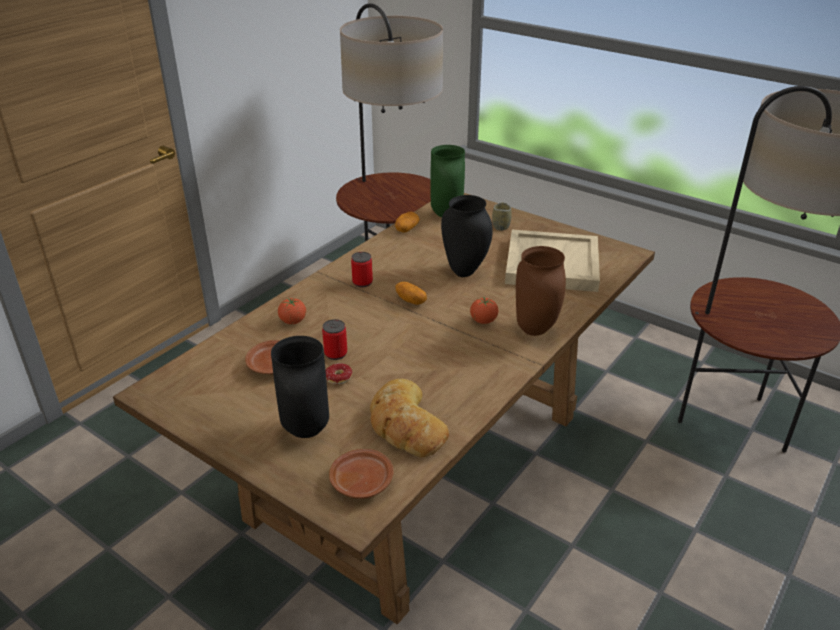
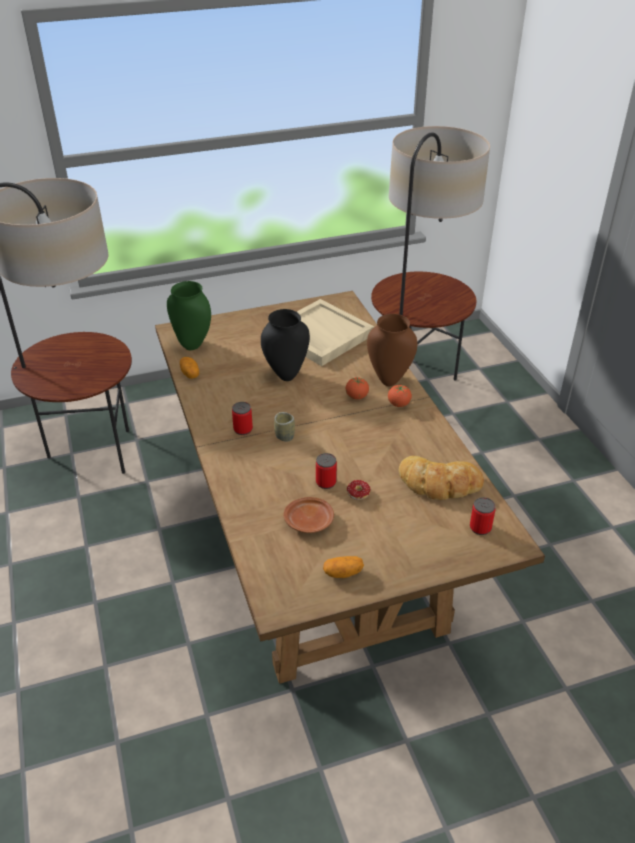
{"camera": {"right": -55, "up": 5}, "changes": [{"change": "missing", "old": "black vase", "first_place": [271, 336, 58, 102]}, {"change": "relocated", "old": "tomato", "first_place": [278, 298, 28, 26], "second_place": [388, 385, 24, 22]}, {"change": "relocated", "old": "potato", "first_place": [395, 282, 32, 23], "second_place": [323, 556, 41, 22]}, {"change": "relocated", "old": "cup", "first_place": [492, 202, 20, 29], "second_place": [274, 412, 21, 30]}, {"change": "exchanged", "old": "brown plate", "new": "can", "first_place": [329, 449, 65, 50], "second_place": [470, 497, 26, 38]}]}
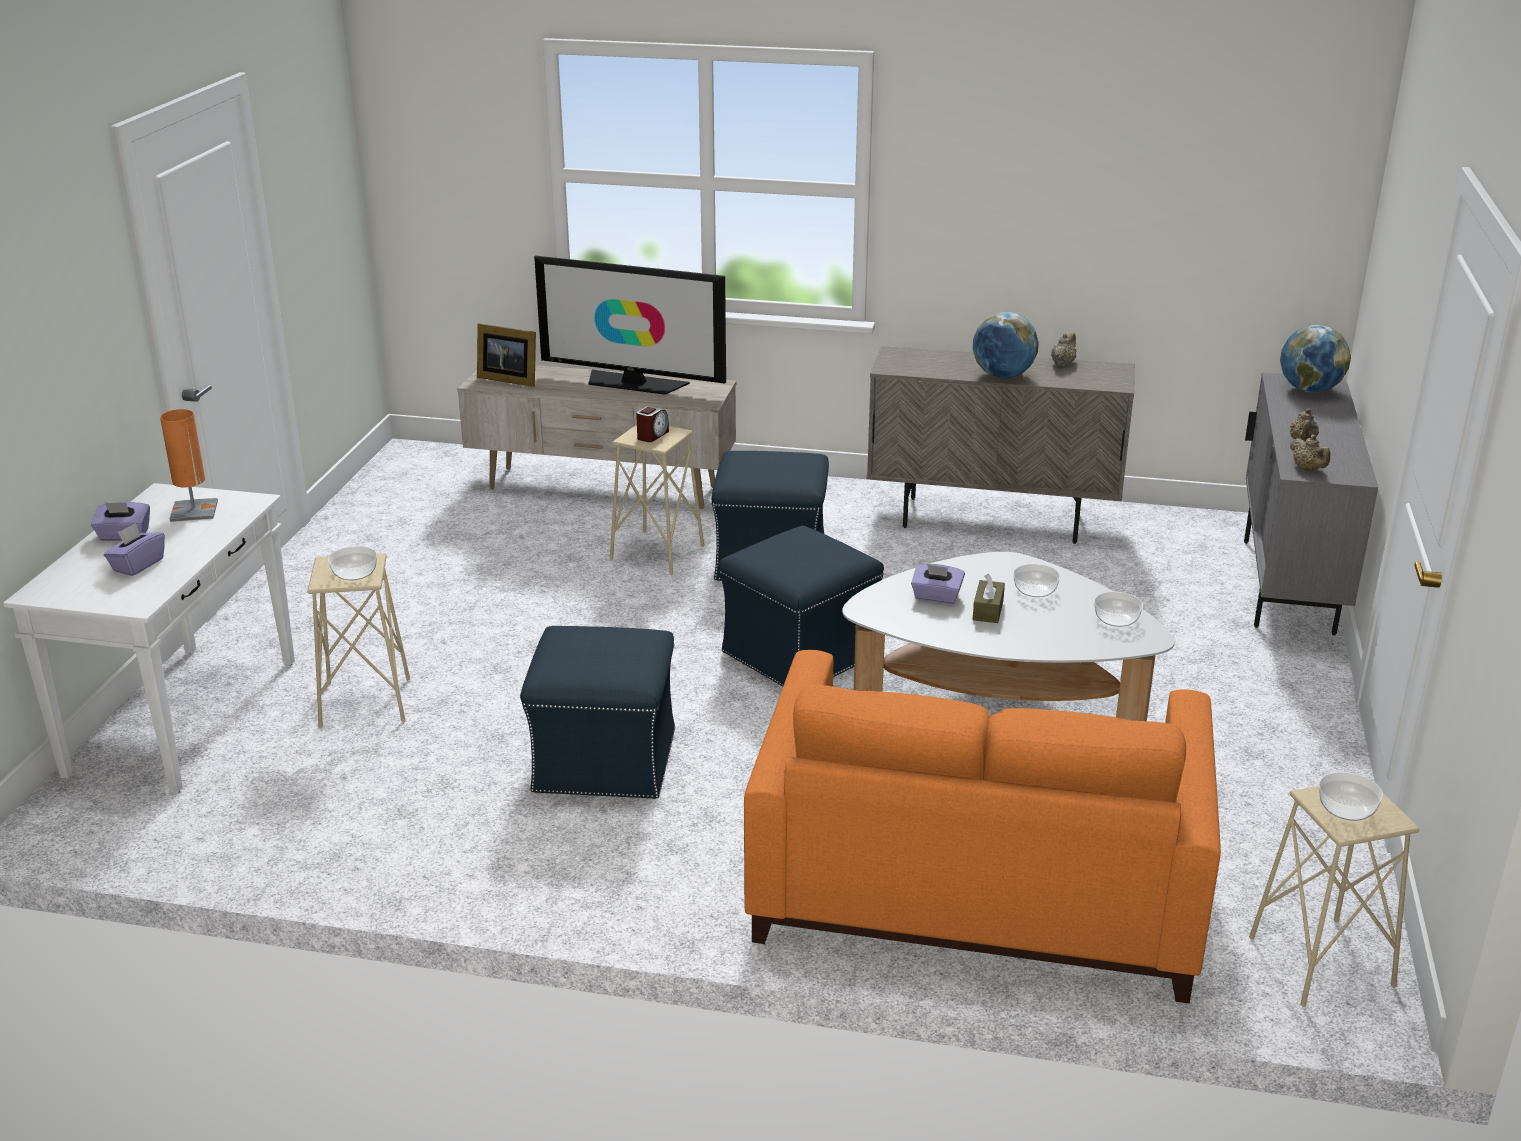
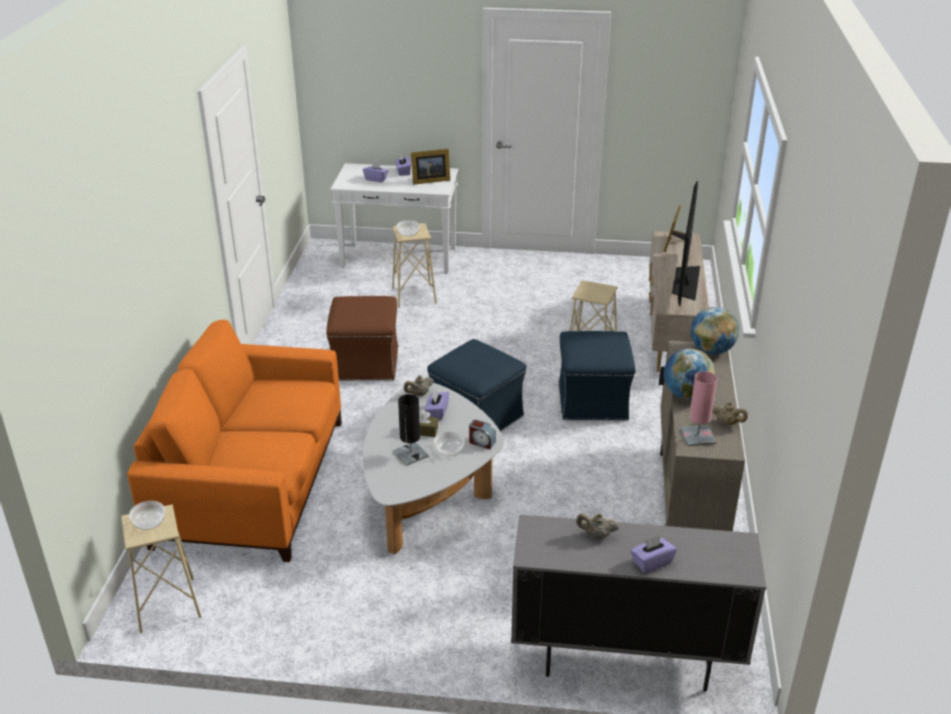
{"camera": {"right": 85, "up": 5}, "changes": [{"change": "missing", "old": "bowl", "first_place": [1094, 592, 49, 35]}, {"change": "appeared", "new": "black table lamp", "second_place": [393, 394, 36, 72]}, {"change": "appeared", "new": "purple tissue box", "second_place": [631, 535, 46, 38]}, {"change": "appeared", "new": "pink table lamp", "second_place": [680, 371, 37, 75]}, {"change": "relocated", "old": "alarm clock", "first_place": [636, 406, 33, 36], "second_place": [469, 420, 27, 29]}, {"change": "relocated", "old": "globe", "first_place": [1280, 325, 71, 68], "second_place": [690, 307, 49, 47]}, {"change": "relocated", "old": "beige teapot", "first_place": [1290, 434, 40, 37], "second_place": [404, 375, 30, 21]}, {"change": "exchanged", "old": "orange table lamp", "new": "picture frame", "first_place": [160, 409, 58, 113], "second_place": [411, 149, 39, 36]}, {"change": "colour", "old": "blue ottoman", "new": "brown ottoman", "first_place": [520, 626, 155, 173], "second_place": [326, 296, 72, 84]}]}
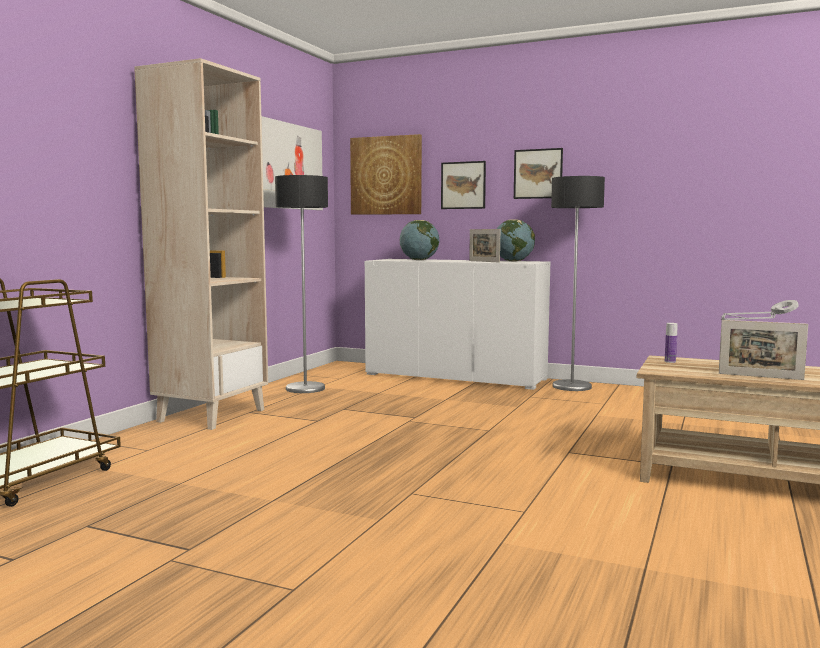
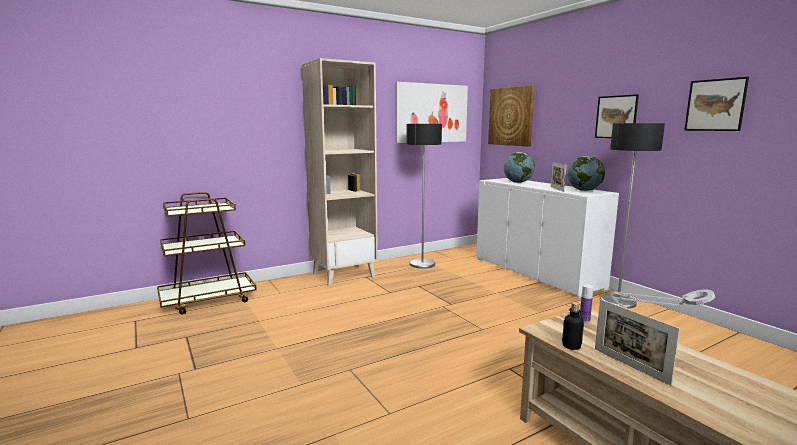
{"camera": {"right": 35, "up": 5}, "changes": [{"change": "appeared", "new": "bottle", "second_place": [562, 302, 22, 48]}, {"change": "relocated", "old": "picture", "first_place": [441, 161, 45, 48], "second_place": [684, 77, 65, 54]}]}
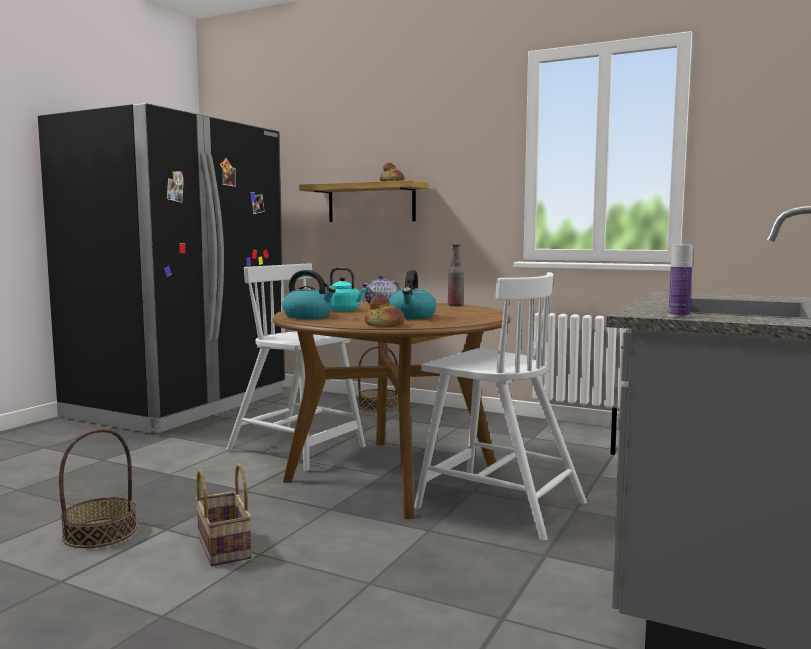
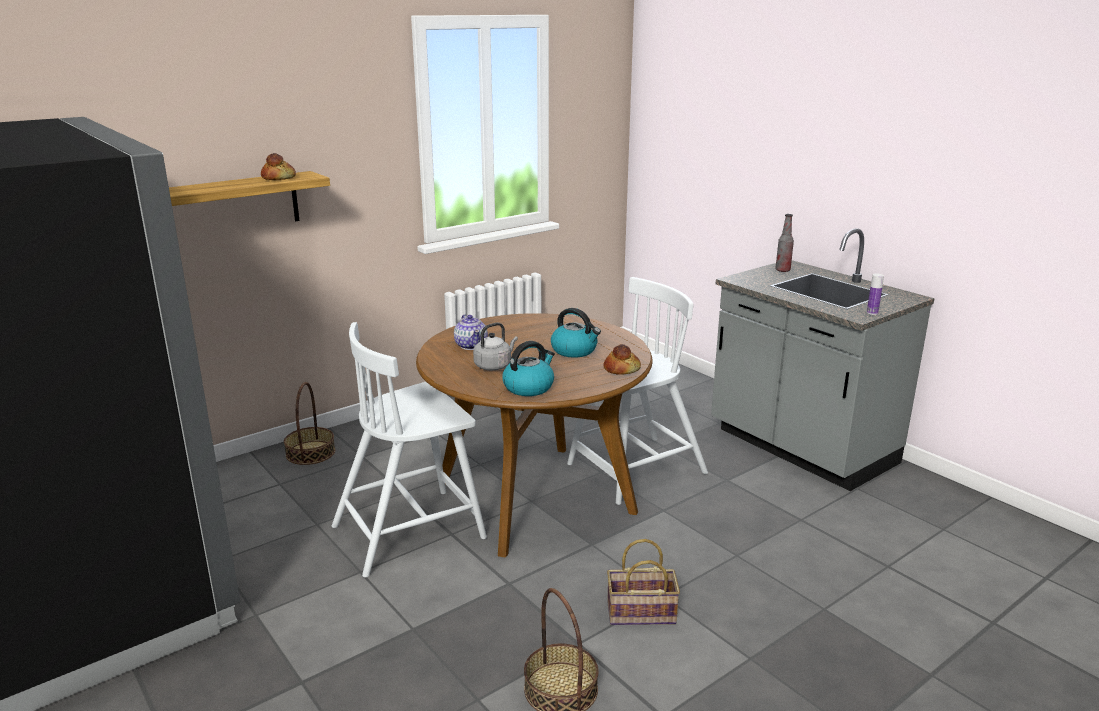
{"camera": {"right": -65, "up": 15}, "changes": [{"change": "relocated", "old": "bottle", "first_place": [448, 244, 16, 62], "second_place": [775, 214, 19, 58]}, {"change": "colour", "old": "turquoise kettle", "new": "grey kettle", "first_place": [330, 267, 37, 44], "second_place": [473, 322, 45, 48]}]}
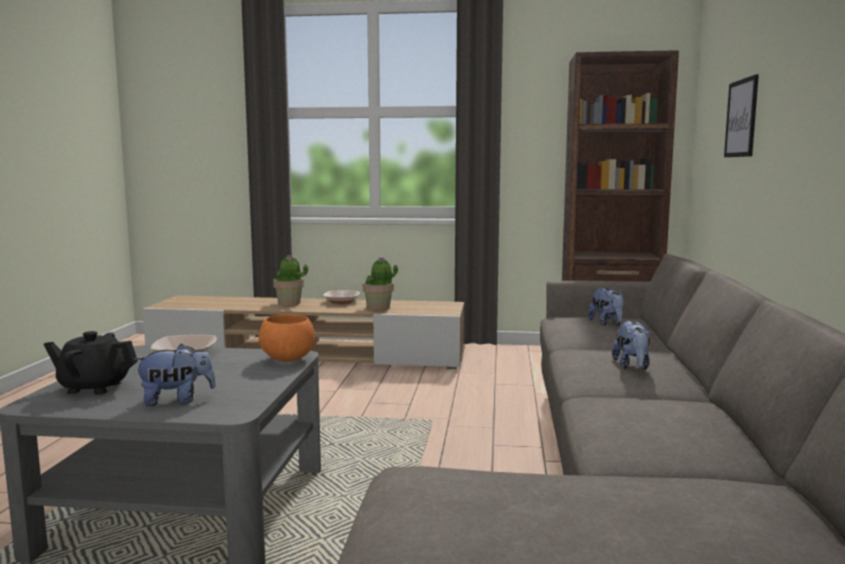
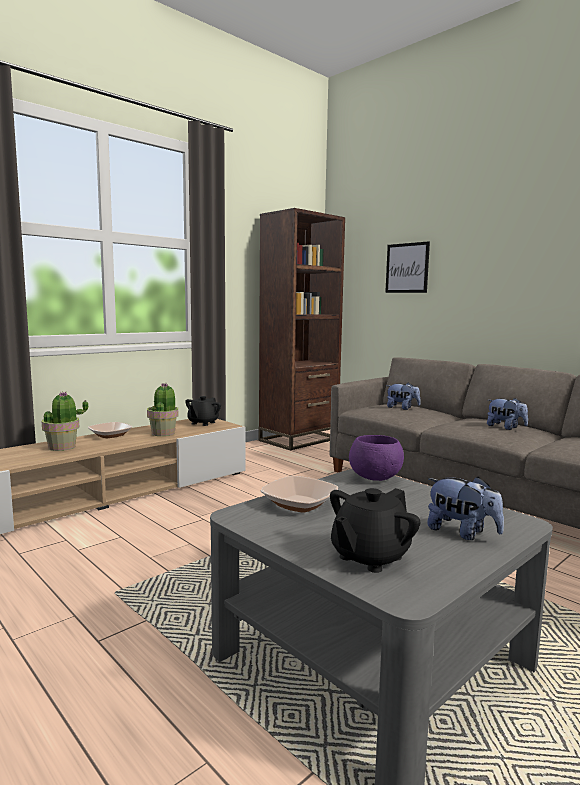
{"camera": {"right": -50, "up": 0}, "changes": [{"change": "appeared", "new": "black teapot", "second_place": [185, 396, 36, 30]}, {"change": "colour", "old": "orange bowl", "new": "purple bowl", "first_place": [259, 315, 56, 47], "second_place": [349, 435, 55, 46]}, {"change": "spun", "old": "plush toy", "first_place": [133, 344, 83, 62], "second_place": [427, 476, 77, 64], "degrees": 105}]}
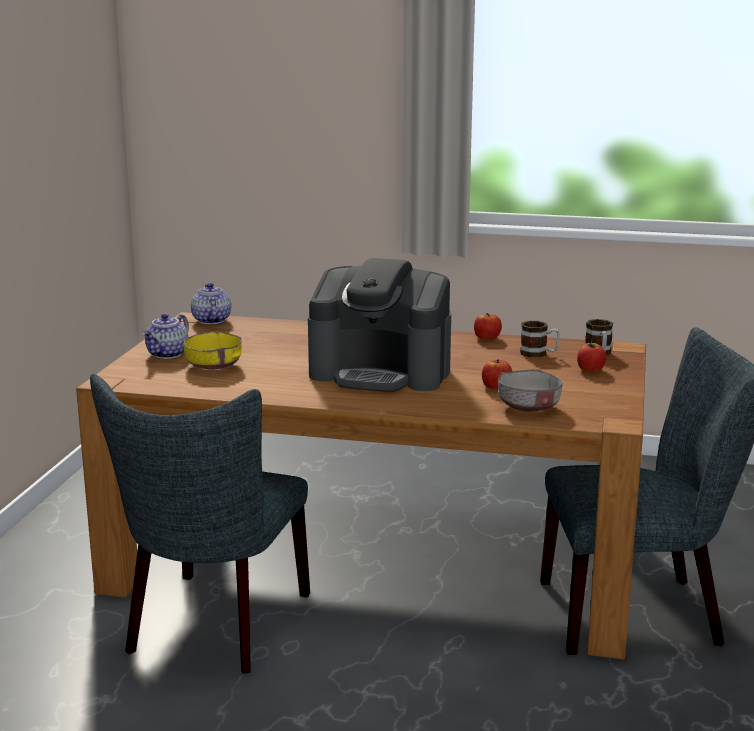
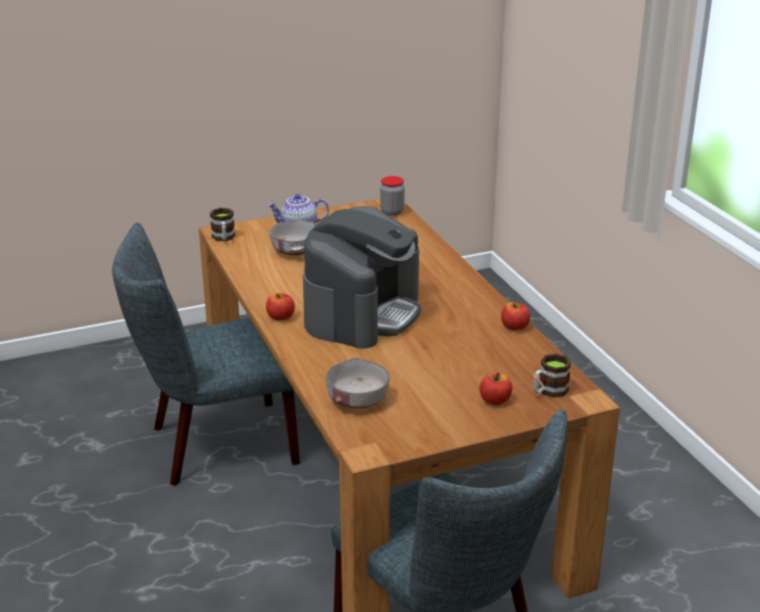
{"camera": {"right": 55, "up": 10}, "changes": [{"change": "relocated", "old": "apple", "first_place": [482, 359, 30, 31], "second_place": [266, 293, 29, 28]}, {"change": "relocated", "old": "mug", "first_place": [520, 321, 40, 36], "second_place": [210, 208, 25, 33]}, {"change": "exchanged", "old": "teapot", "new": "jar", "first_place": [191, 283, 40, 41], "second_place": [380, 176, 25, 40]}, {"change": "colour", "old": "yellow bowl", "new": "grey bowl", "first_place": [183, 332, 59, 38], "second_place": [270, 220, 46, 36]}, {"change": "spun", "old": "coffee machine", "first_place": [308, 258, 143, 134], "second_place": [303, 206, 118, 143], "degrees": -135}]}
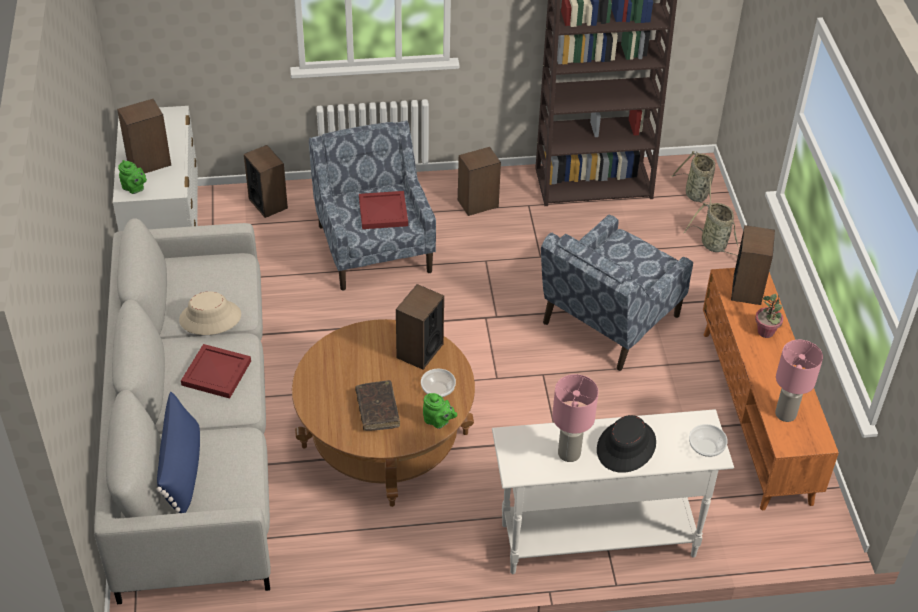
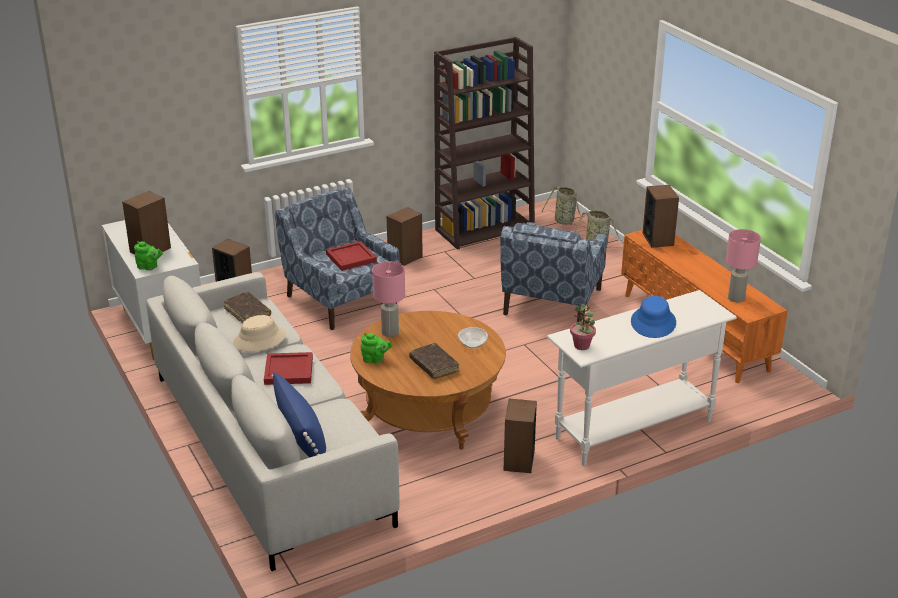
{"camera": {"right": -20, "up": -15}, "changes": [{"change": "missing", "old": "bowl", "first_place": [689, 424, 39, 33]}, {"change": "appeared", "new": "brown book", "second_place": [224, 292, 47, 31]}, {"change": "relocated", "old": "speaker", "first_place": [396, 284, 48, 86], "second_place": [503, 399, 34, 74]}, {"change": "relocated", "old": "green teapot", "first_place": [423, 393, 34, 36], "second_place": [360, 333, 32, 31]}, {"change": "relocated", "old": "pink table lamp", "first_place": [552, 374, 47, 88], "second_place": [372, 261, 33, 76]}, {"change": "relocated", "old": "potted plant", "first_place": [755, 294, 28, 44], "second_place": [570, 304, 26, 46]}, {"change": "colour", "old": "black hat", "new": "blue hat", "first_place": [597, 415, 59, 58], "second_place": [631, 296, 45, 42]}]}
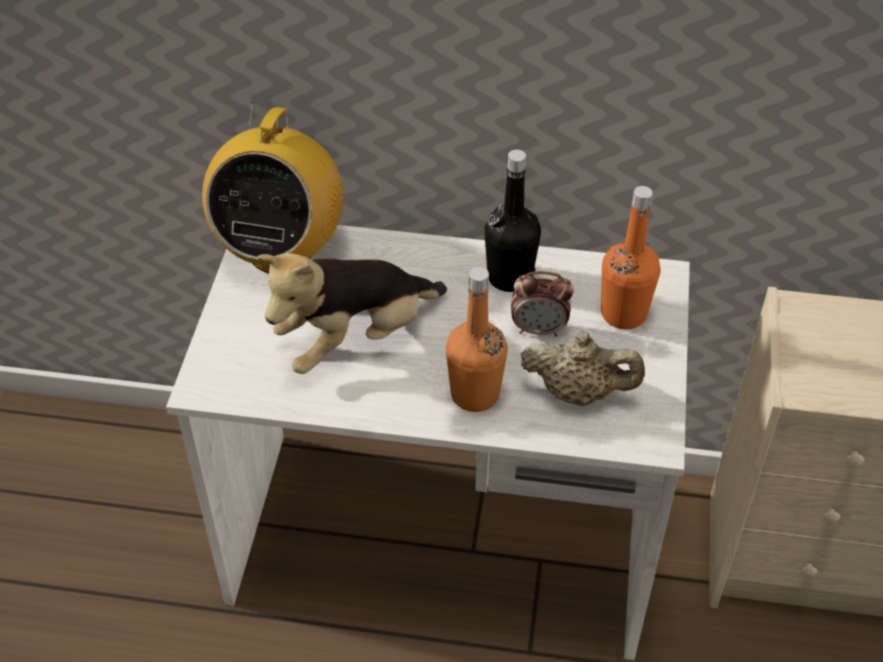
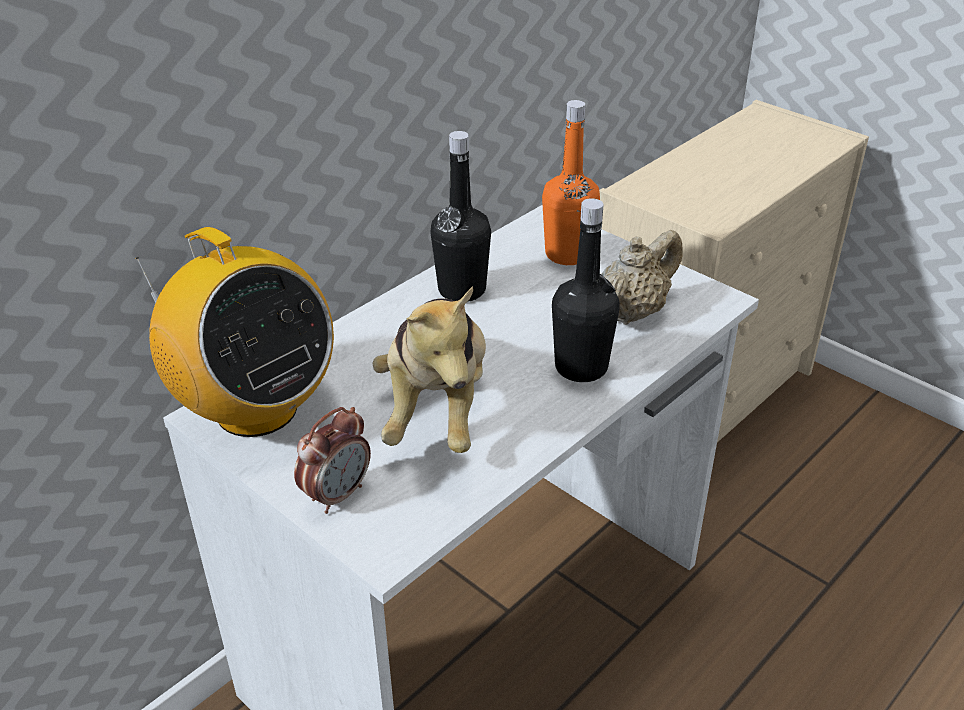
{"camera": {"right": -55, "up": -10}, "changes": [{"change": "relocated", "old": "alarm clock", "first_place": [511, 271, 63, 66], "second_place": [294, 407, 77, 107]}, {"change": "colour", "old": "orange bottle", "new": "black bottle", "first_place": [446, 267, 62, 145], "second_place": [552, 198, 68, 184]}]}
